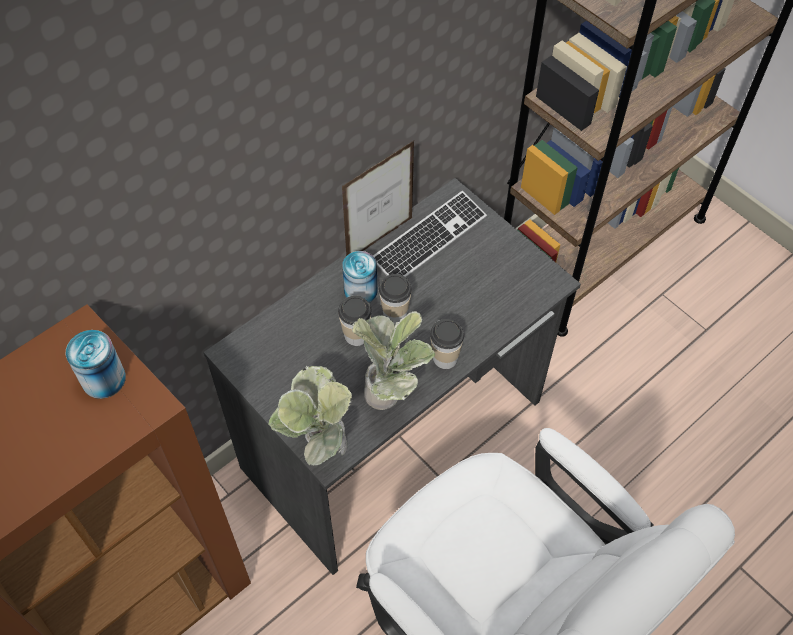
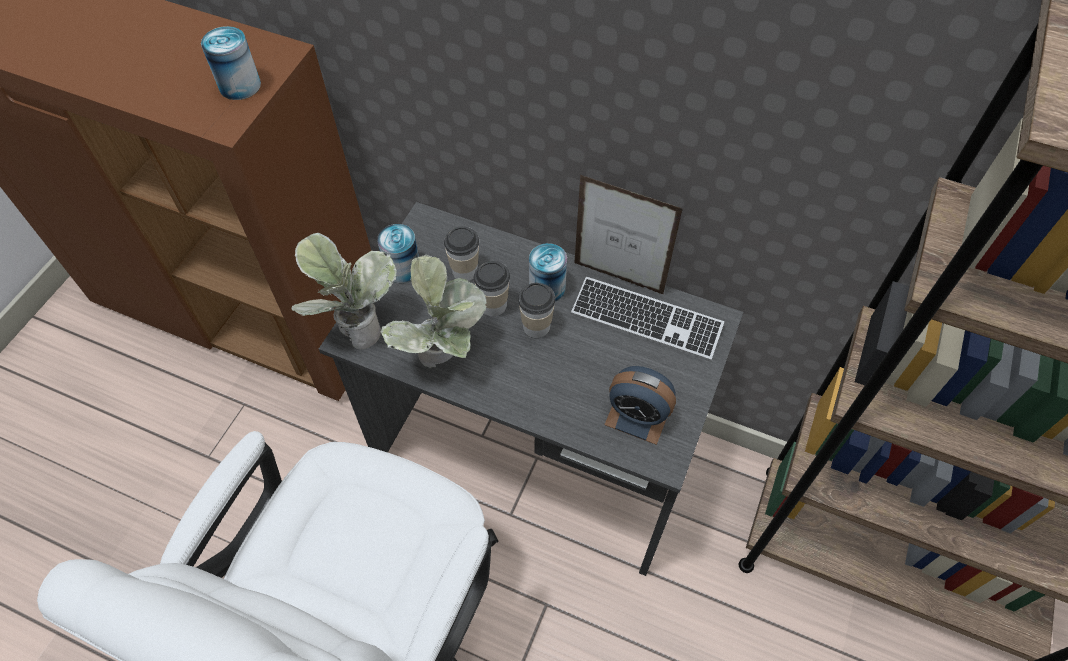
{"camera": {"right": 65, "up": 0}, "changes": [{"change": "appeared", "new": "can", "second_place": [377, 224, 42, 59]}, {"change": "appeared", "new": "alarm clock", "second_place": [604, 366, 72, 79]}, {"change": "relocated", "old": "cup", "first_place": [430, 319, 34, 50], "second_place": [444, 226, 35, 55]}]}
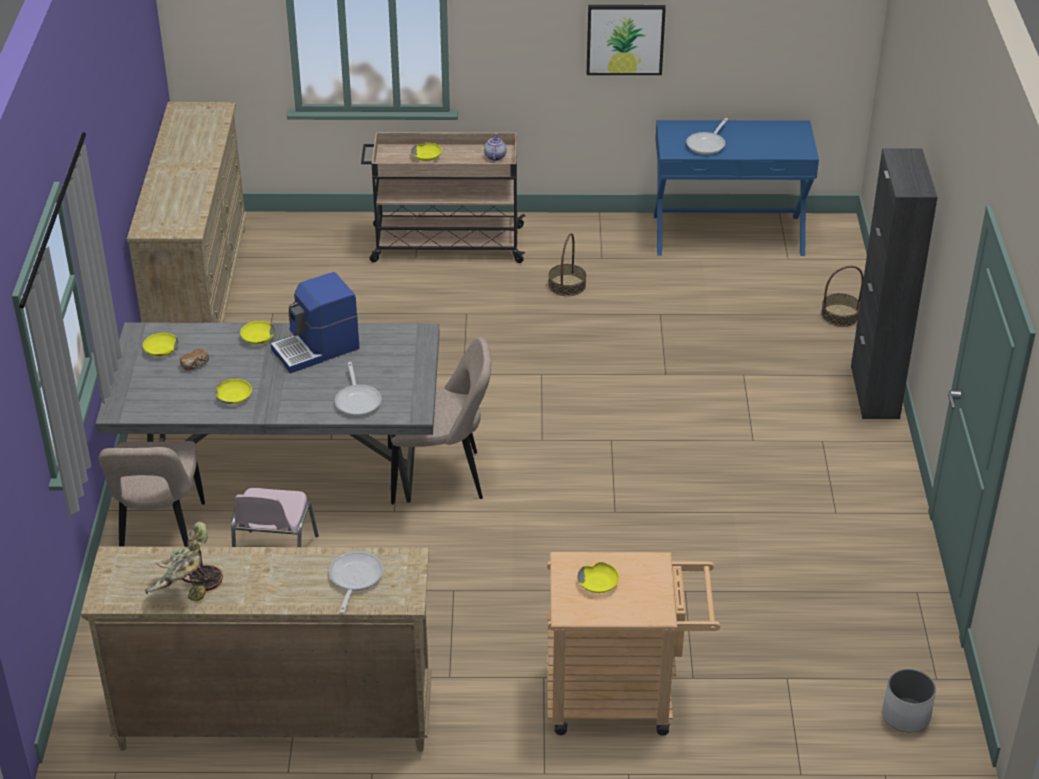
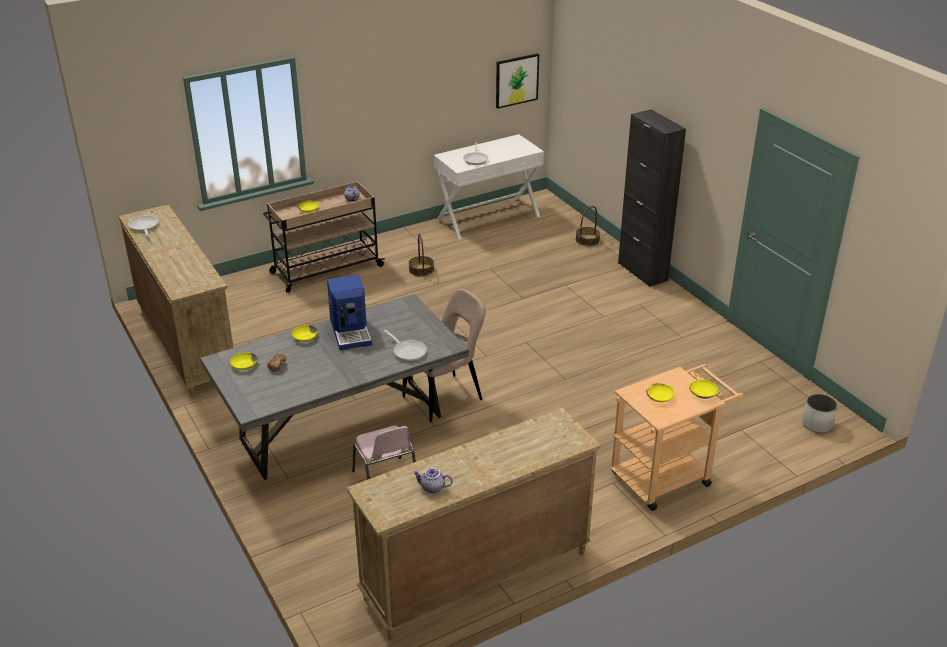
{"camera": {"right": -30, "up": -5}, "changes": [{"change": "missing", "old": "beige chair", "first_place": [99, 441, 106, 106]}, {"change": "relocated", "old": "yellow bowl", "first_place": [216, 379, 36, 25], "second_place": [689, 380, 29, 19]}, {"change": "relocated", "old": "frying pan", "first_place": [329, 551, 54, 62], "second_place": [128, 215, 30, 21]}, {"change": "relocated", "old": "picture", "first_place": [587, 5, 79, 70], "second_place": [496, 53, 43, 56]}, {"change": "exchanged", "old": "potted plant", "new": "teapot", "first_place": [145, 521, 78, 80], "second_place": [413, 468, 40, 26]}, {"change": "colour", "old": "blue console table", "new": "white console table", "first_place": [654, 120, 165, 136], "second_place": [434, 134, 110, 105]}, {"change": "spun", "old": "coffee machine", "first_place": [271, 272, 88, 101], "second_place": [327, 275, 45, 75], "degrees": -45}]}
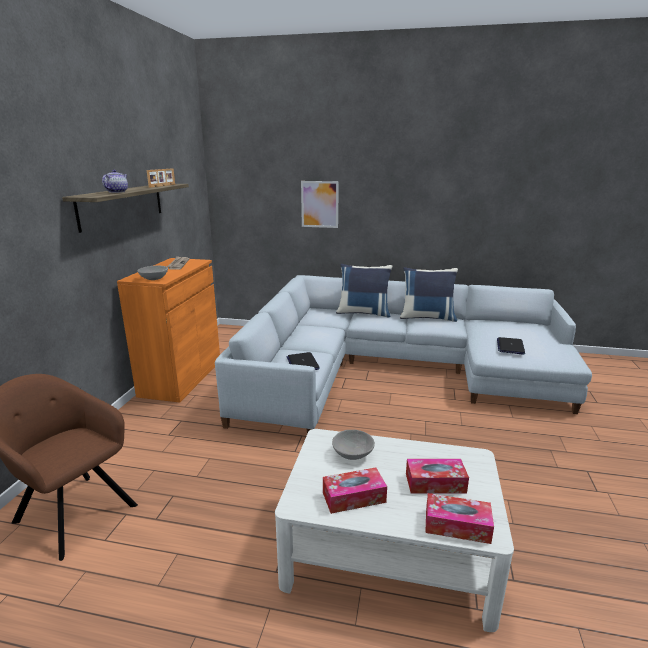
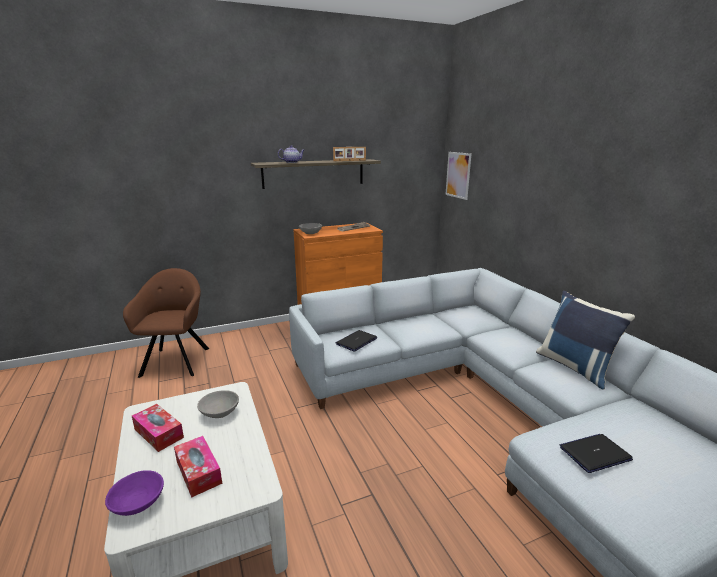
{"camera": {"right": 55, "up": 0}, "changes": [{"change": "missing", "old": "blue pillow", "first_place": [336, 264, 56, 54]}, {"change": "relocated", "old": "picture", "first_place": [301, 181, 38, 47], "second_place": [445, 152, 27, 48]}, {"change": "exchanged", "old": "tissue box", "new": "purple bowl", "first_place": [425, 493, 69, 51], "second_place": [105, 470, 59, 46]}]}
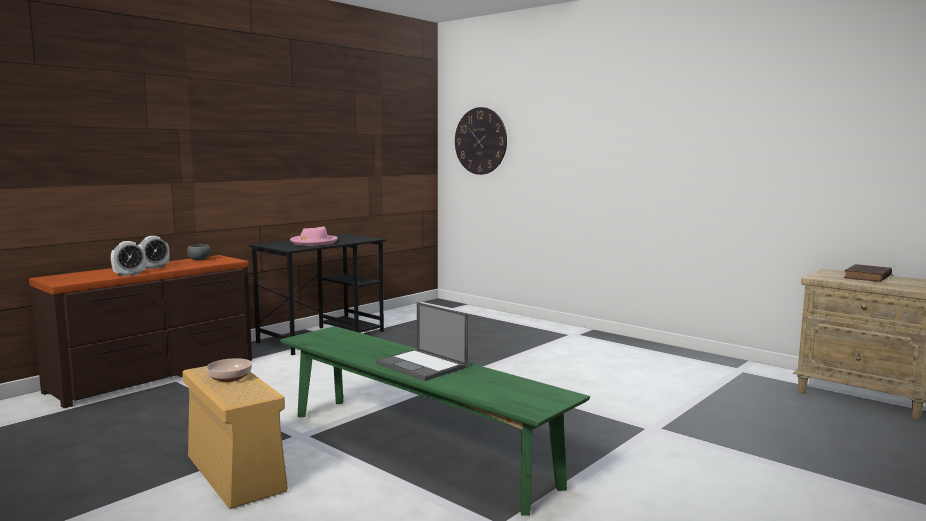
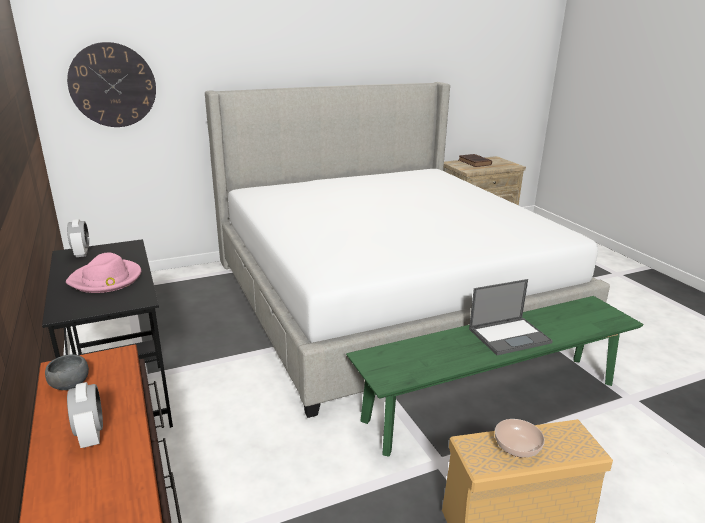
{"camera": {"right": -65, "up": 15}, "changes": [{"change": "appeared", "new": "bed", "second_place": [205, 82, 405, 336]}, {"change": "relocated", "old": "alarm clock", "first_place": [111, 241, 35, 35], "second_place": [67, 219, 22, 38]}]}
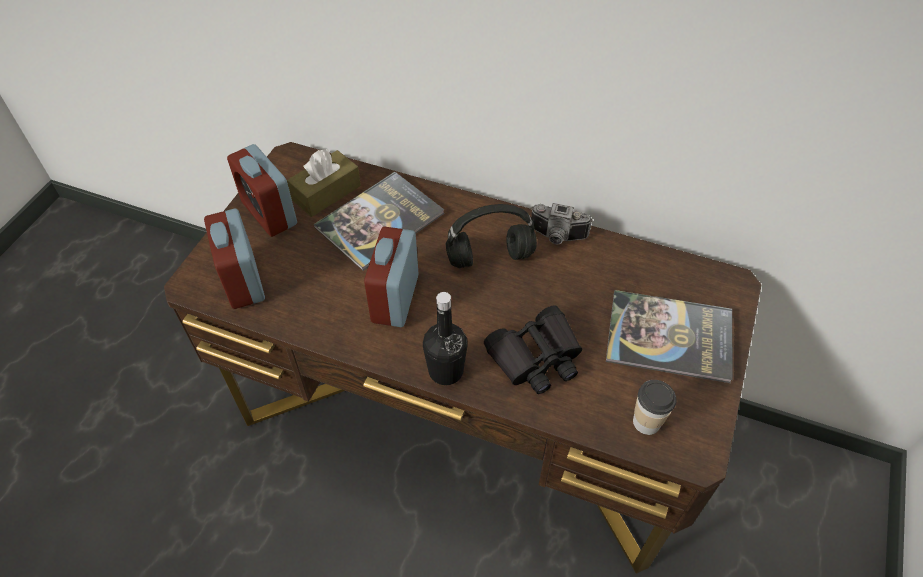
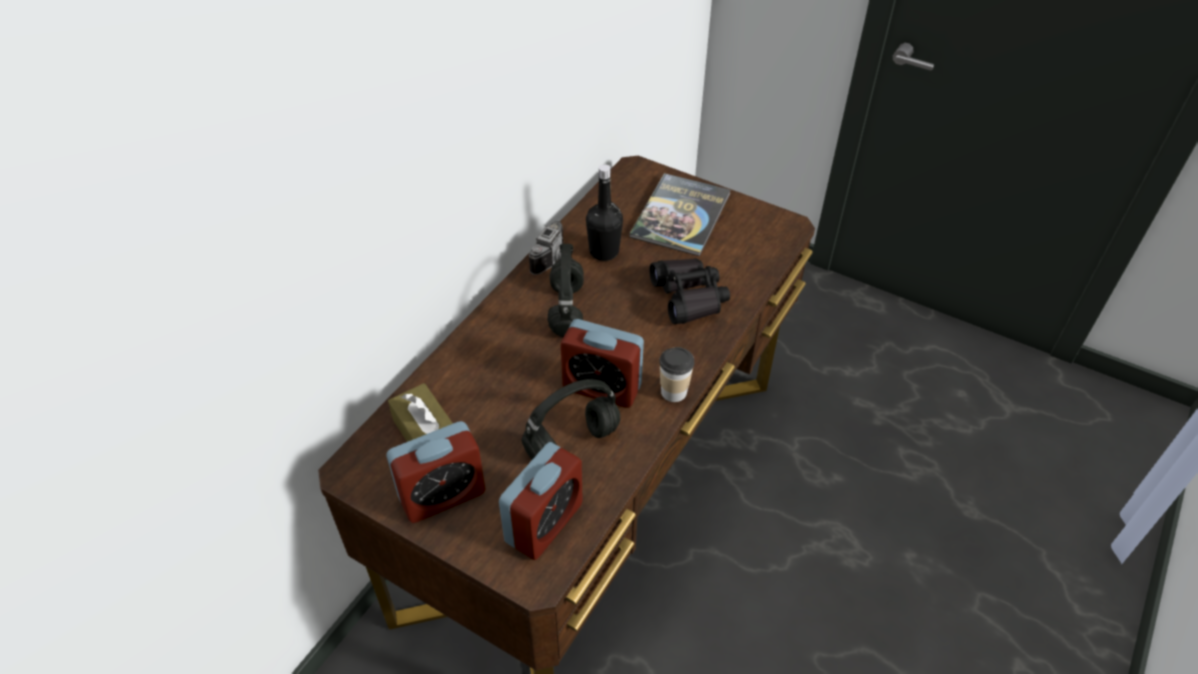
{"camera": {"right": -80, "up": -5}, "changes": [{"change": "missing", "old": "book", "first_place": [314, 172, 130, 99]}, {"change": "appeared", "new": "black headphones", "second_place": [521, 379, 99, 81]}, {"change": "relocated", "old": "black bottle", "first_place": [423, 292, 45, 93], "second_place": [586, 164, 37, 97]}, {"change": "relocated", "old": "cup", "first_place": [633, 380, 43, 55], "second_place": [659, 347, 35, 55]}, {"change": "spun", "old": "alarm clock", "first_place": [204, 208, 61, 101], "second_place": [499, 442, 84, 118], "degrees": -45}]}
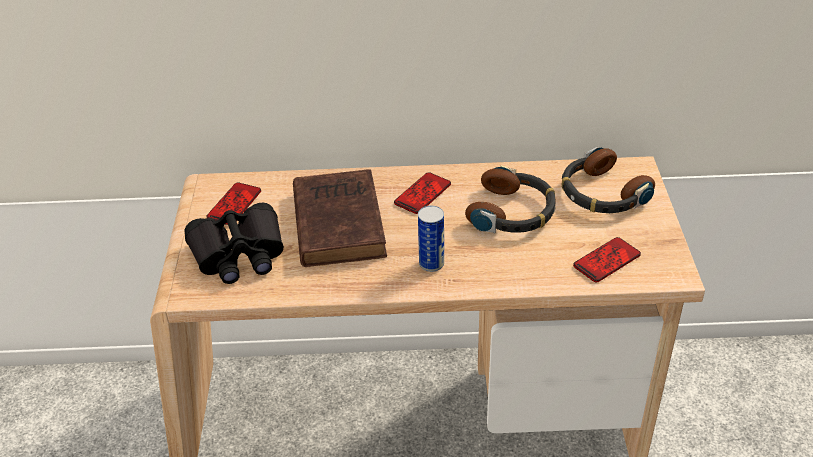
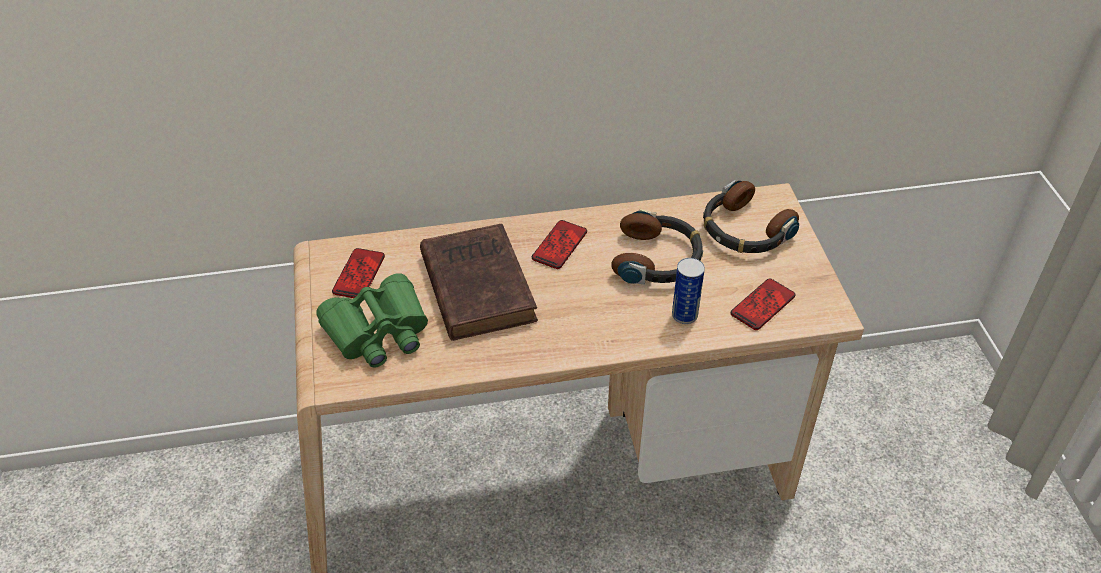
{"camera": {"right": -10, "up": 5}, "changes": [{"change": "relocated", "old": "can", "first_place": [418, 206, 26, 66], "second_place": [672, 258, 33, 66]}, {"change": "colour", "old": "black binoculars", "new": "green binoculars", "first_place": [185, 203, 99, 81], "second_place": [316, 273, 112, 95]}]}
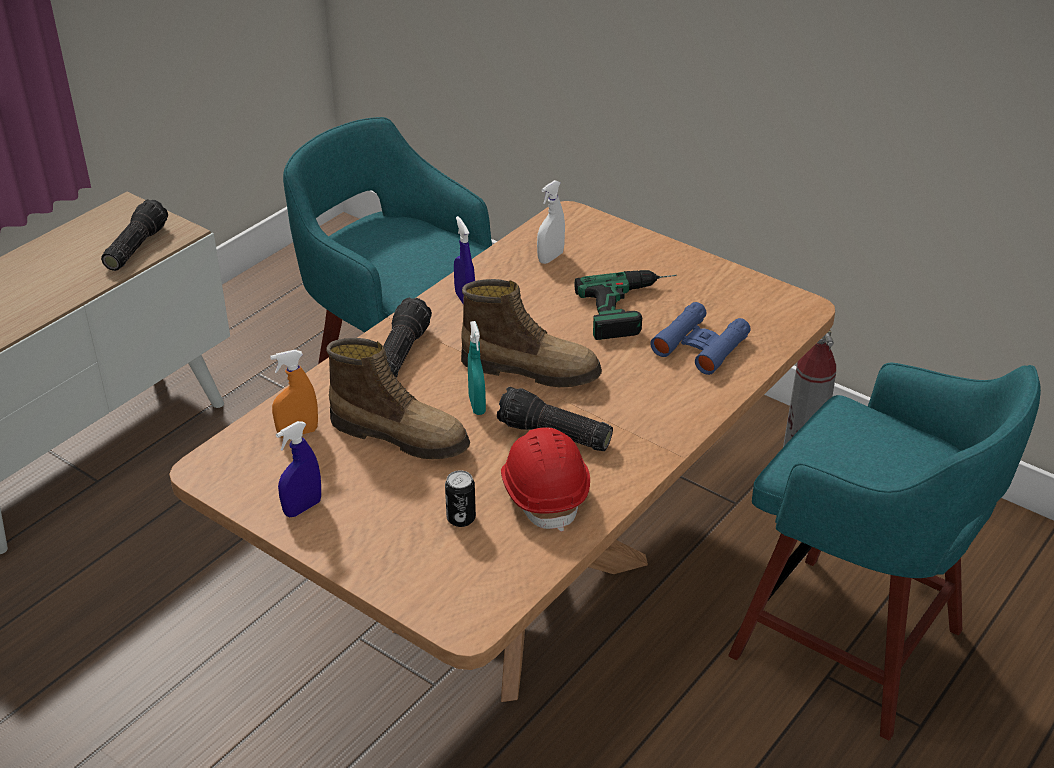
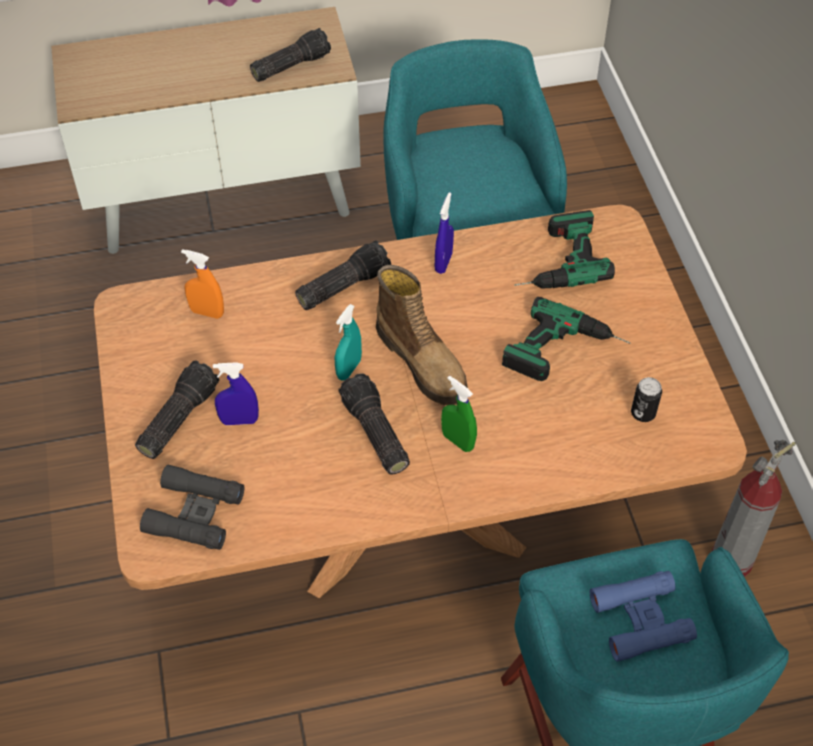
{"camera": {"right": 40, "up": 15}, "changes": [{"change": "missing", "old": "boot", "first_place": [326, 338, 144, 121]}, {"change": "missing", "old": "red hard hat", "first_place": [501, 427, 89, 105]}, {"change": "appeared", "new": "flashlight", "second_place": [135, 361, 84, 98]}, {"change": "appeared", "new": "black binoculars", "second_place": [140, 464, 104, 86]}, {"change": "appeared", "new": "green spray bottle", "second_place": [441, 376, 36, 76]}, {"change": "relocated", "old": "blue spray bottle", "first_place": [276, 421, 45, 96], "second_place": [213, 362, 46, 63]}, {"change": "relocated", "old": "can", "first_place": [445, 470, 31, 57], "second_place": [631, 377, 31, 45]}, {"change": "relocated", "old": "blue binoculars", "first_place": [650, 302, 101, 73], "second_place": [590, 571, 107, 91]}, {"change": "exchanged", "old": "white spray bottle", "new": "power drill", "first_place": [537, 180, 28, 84], "second_place": [514, 210, 101, 79]}]}
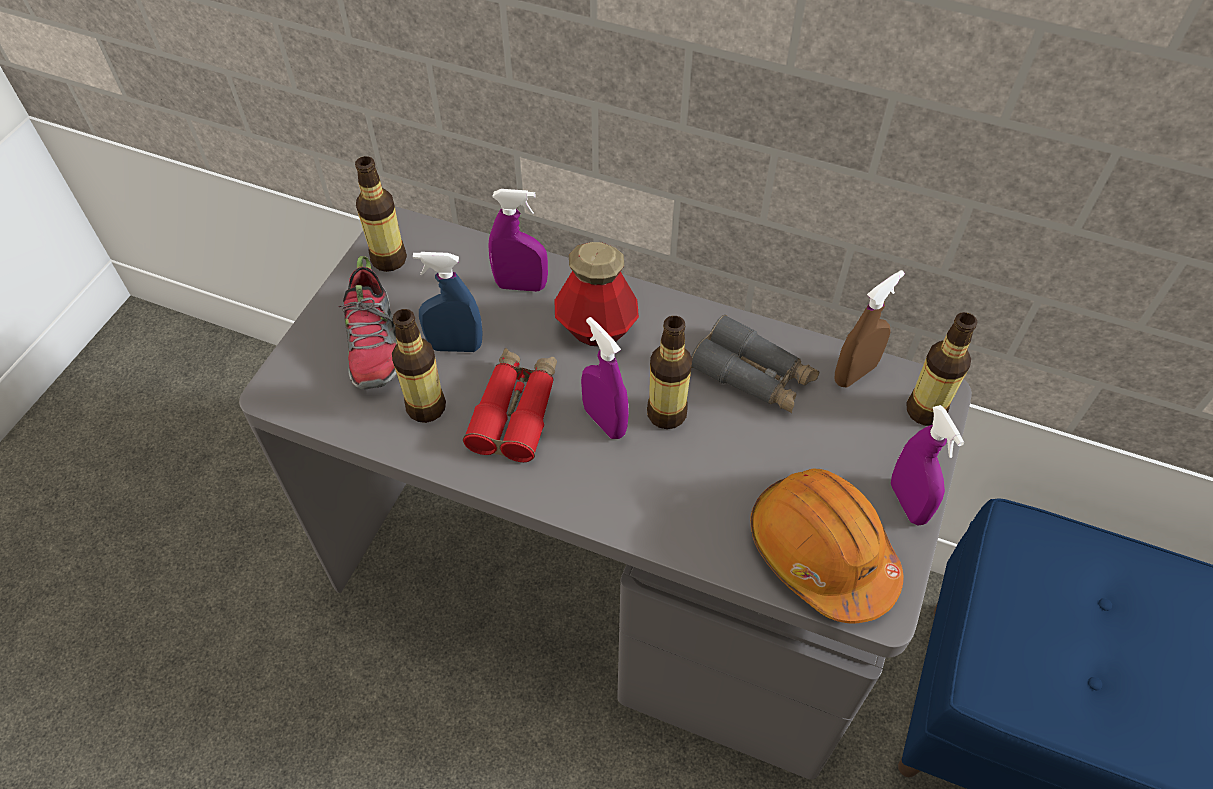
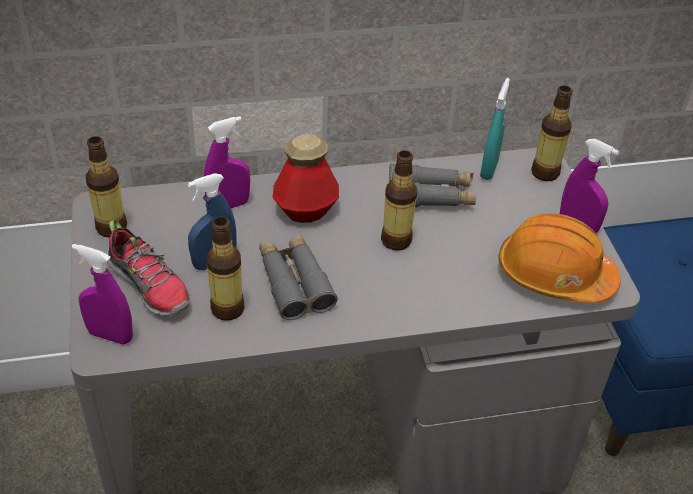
{"camera": {"right": -35, "up": -10}, "changes": [{"change": "relocated", "old": "purple spray bottle", "first_place": [581, 317, 48, 122], "second_place": [72, 244, 61, 101]}, {"change": "colour", "old": "red binoculars", "new": "grey binoculars", "first_place": [463, 348, 94, 114], "second_place": [259, 234, 79, 86]}, {"change": "colour", "old": "brown spray bottle", "new": "turquoise spray bottle", "first_place": [834, 270, 71, 117], "second_place": [480, 78, 30, 102]}]}
